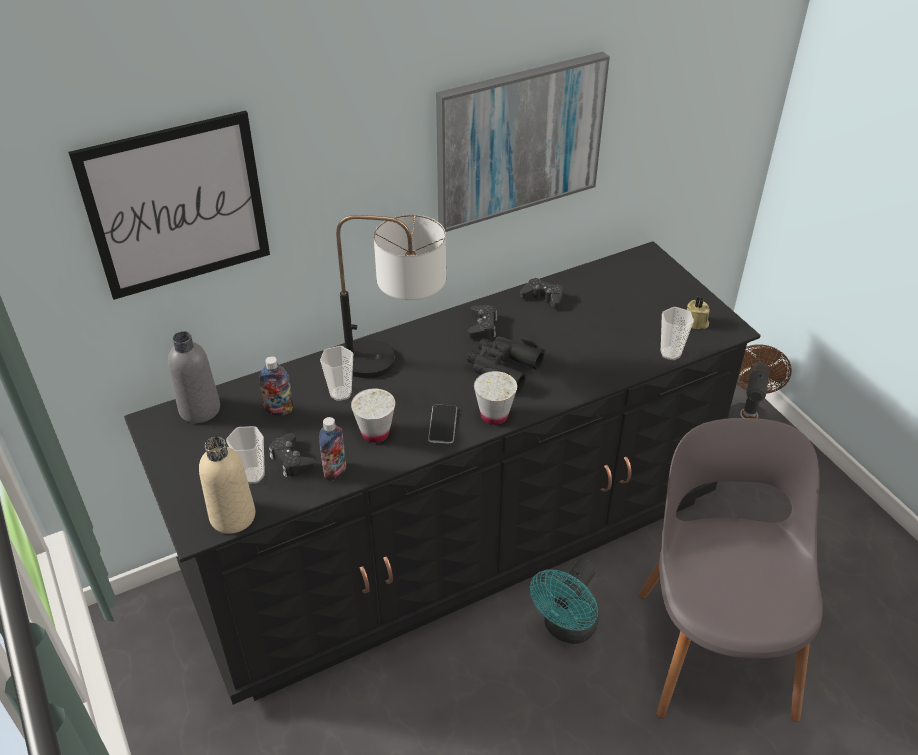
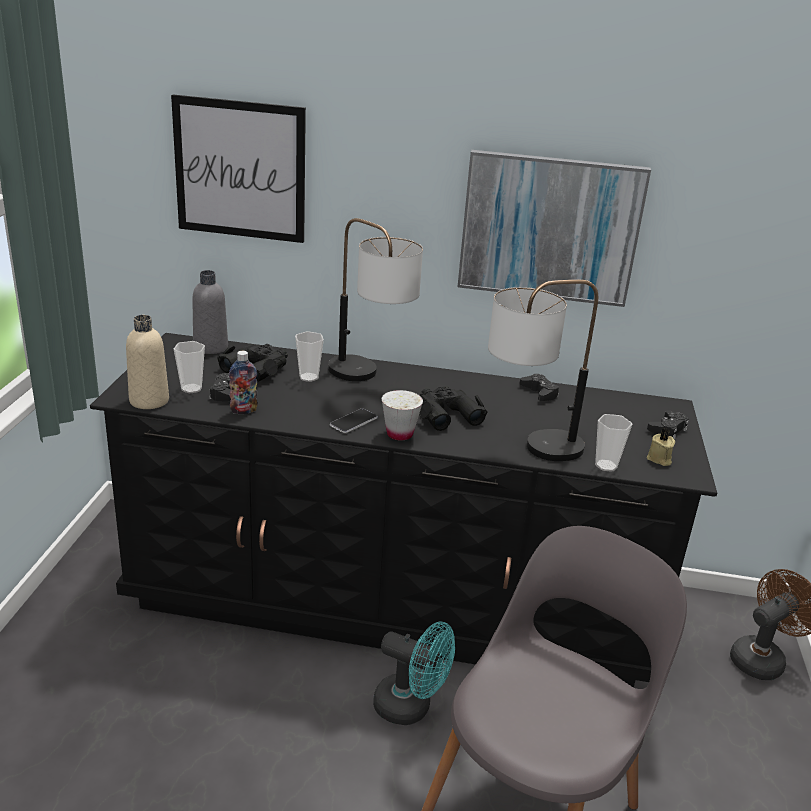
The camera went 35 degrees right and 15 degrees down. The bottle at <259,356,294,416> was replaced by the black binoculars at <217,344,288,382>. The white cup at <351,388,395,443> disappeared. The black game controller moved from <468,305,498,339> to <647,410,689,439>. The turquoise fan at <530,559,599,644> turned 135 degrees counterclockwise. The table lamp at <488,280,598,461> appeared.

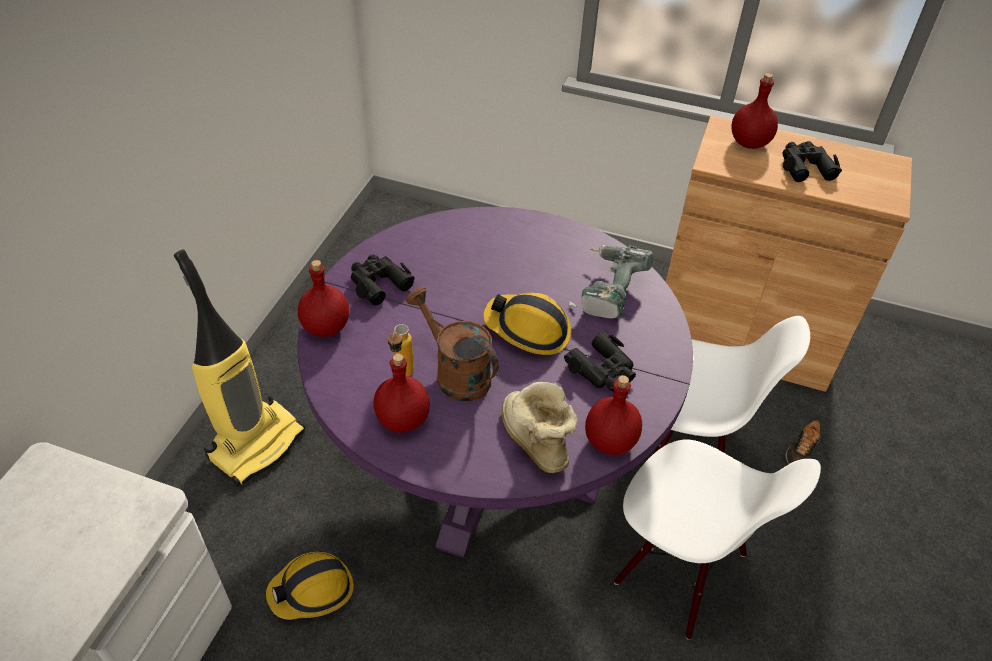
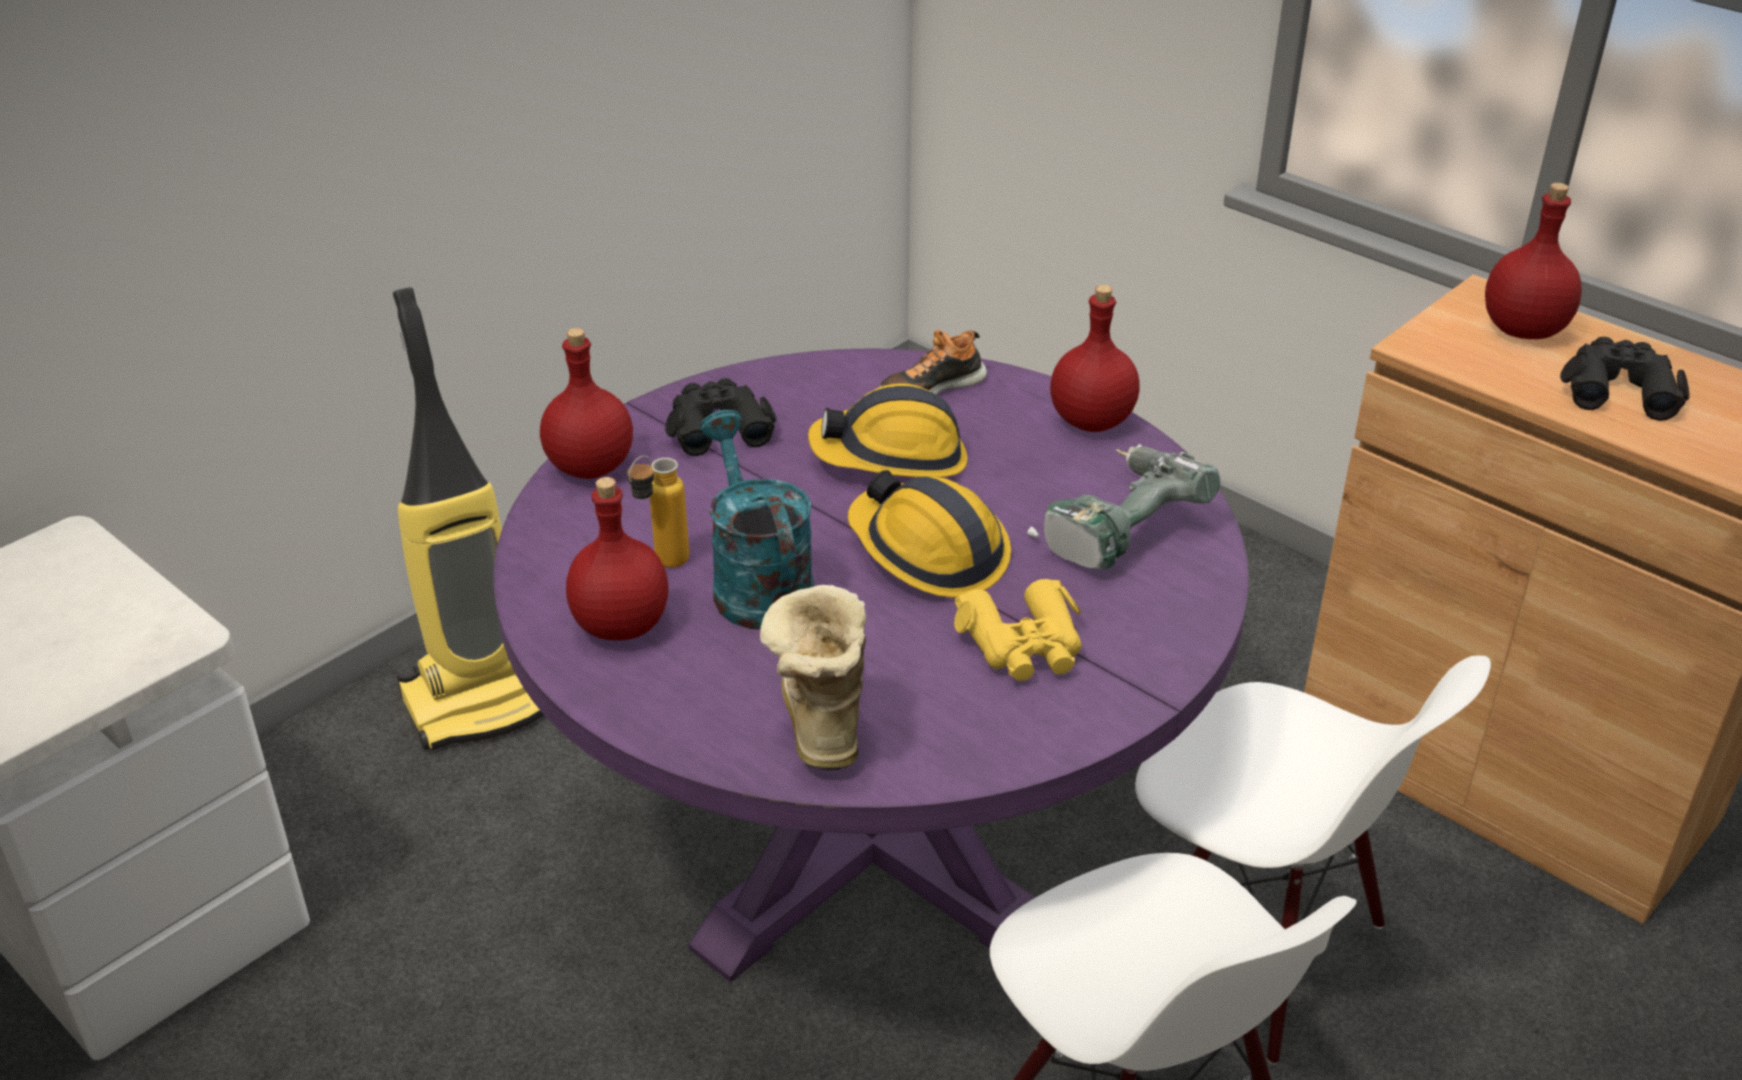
The camera went 25 degrees right and 10 degrees down. The hard hat moved from <266,552,354,620> to <808,383,968,478>. The brown watering can at <406,287,499,401> became the turquoise watering can at <700,410,814,630>. The black binoculars at <564,332,636,391> became the yellow binoculars at <954,579,1082,681>. The red bottle moved from <585,375,642,455> to <1050,285,1140,432>. The shoe moved from <786,420,821,464> to <879,330,987,395>.

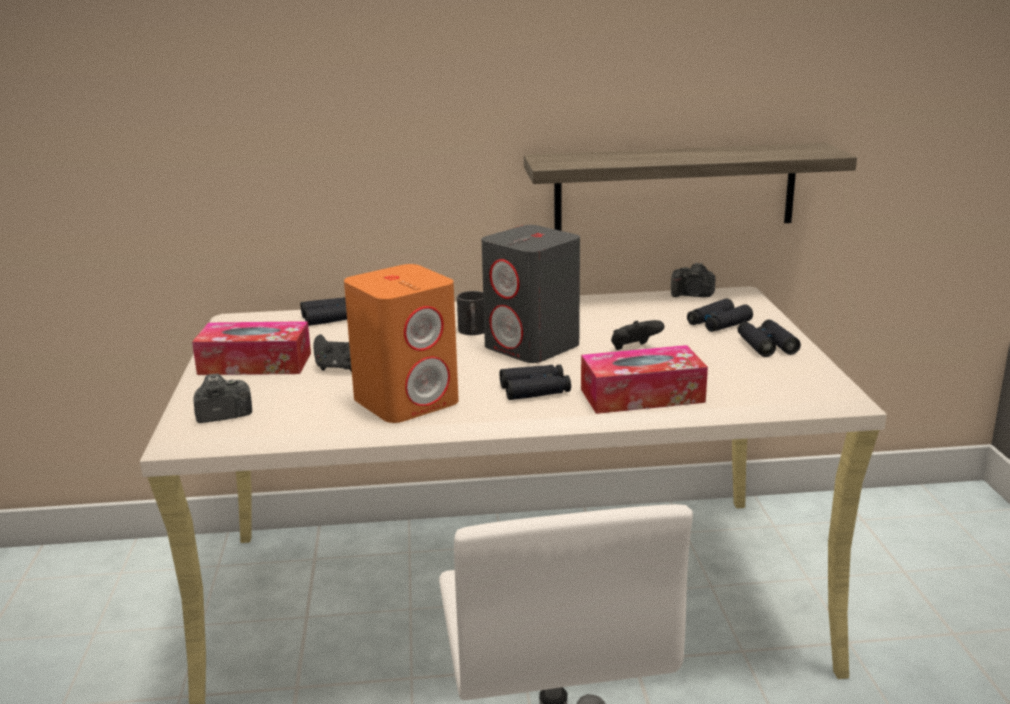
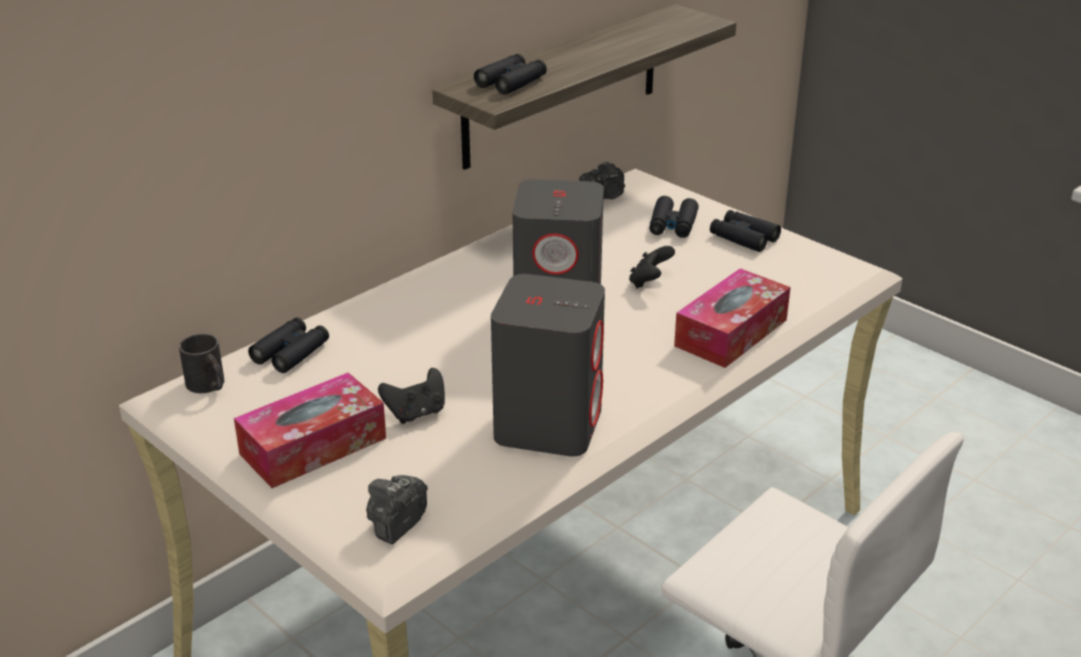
The camera went 40 degrees left and 10 degrees up. The orange speaker at <344,264,459,423> became the grey speaker at <491,274,605,457>. The black mug moved from <457,291,484,335> to <179,334,224,393>. The black binoculars moved from <500,365,571,400> to <474,54,547,95>.

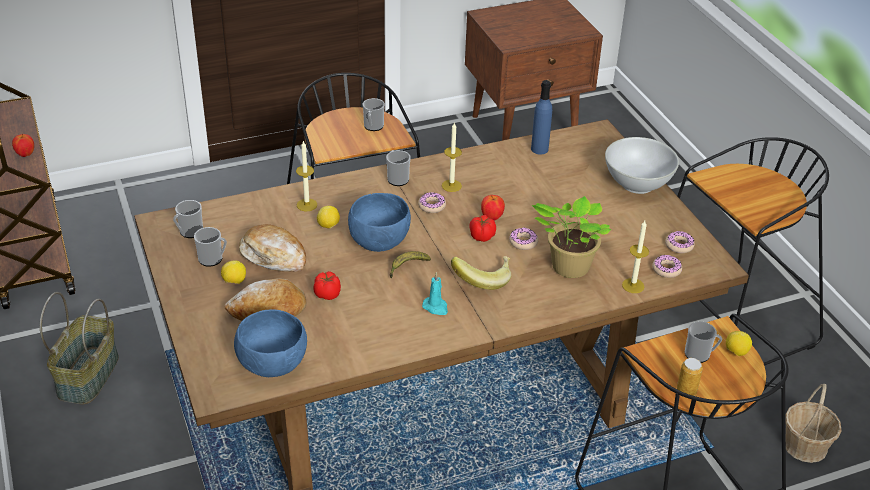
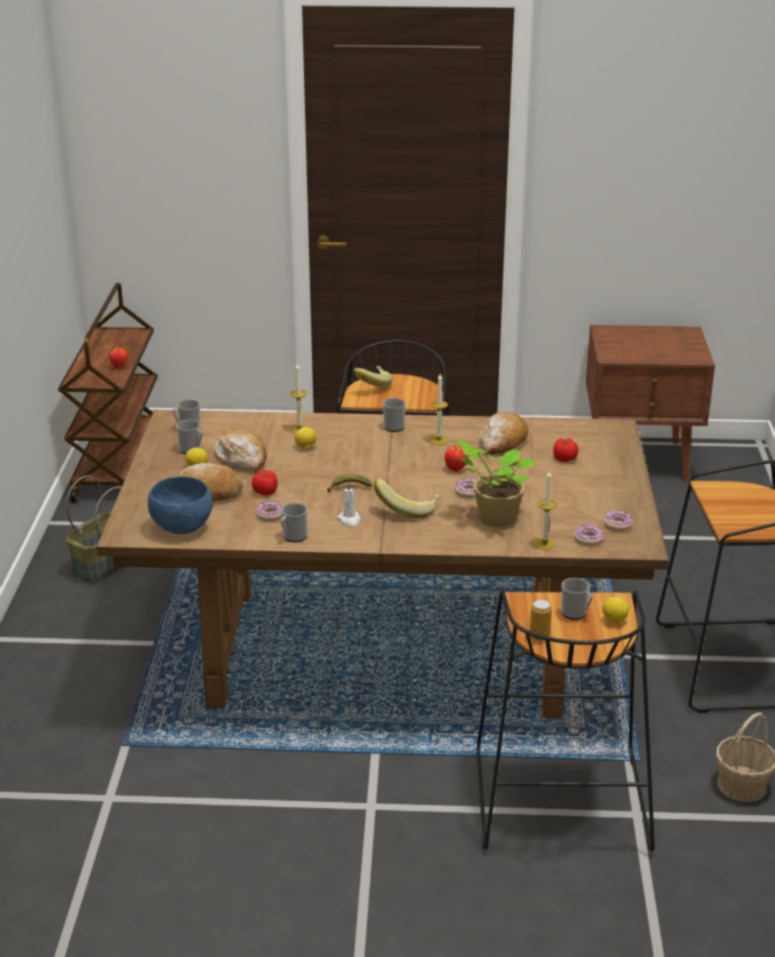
The camera went 25 degrees right and 10 degrees down. The blue bowl at <348,193,411,252> disappeared. The mug moved from <363,98,385,131> to <281,503,308,542>. The donut moved from <418,192,446,213> to <255,501,283,521>. The turquoise candle at <422,272,448,315> became the white candle at <337,482,361,527>. The tomato moved from <469,215,496,242> to <553,438,578,462>. The blue bottle at <531,80,552,154> disappeared. The white bowl at <605,137,679,194> disappeared. The banana at <353,366,393,387> appeared. The bread at <480,412,529,454> appeared.

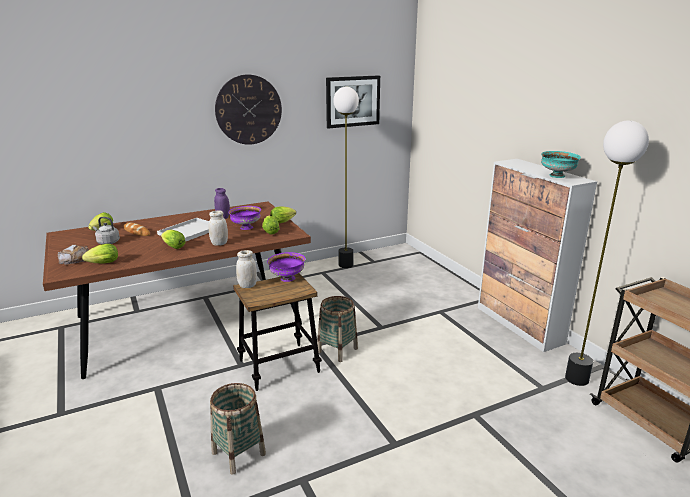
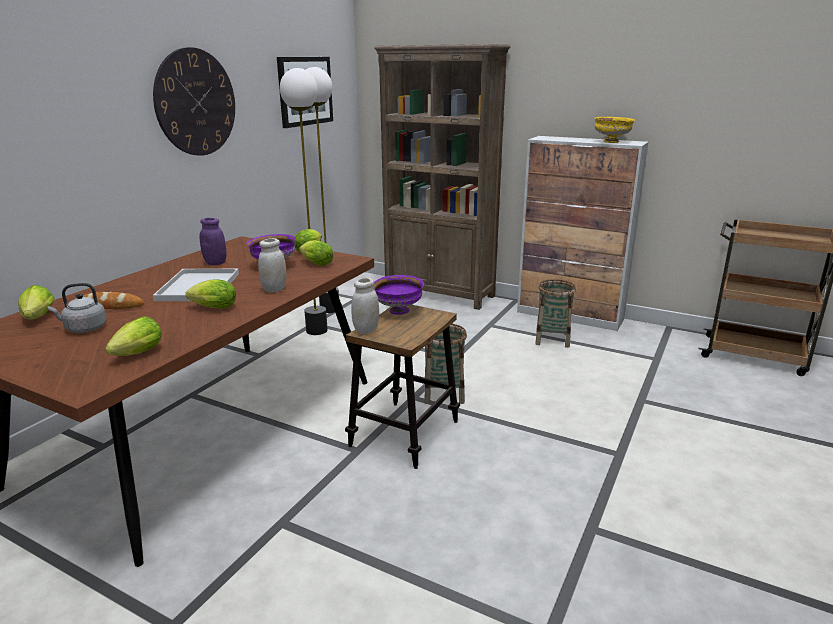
The camera went 35 degrees left and 0 degrees up. The bread at <58,245,89,265> disappeared. The basket moved from <210,383,266,475> to <535,279,576,348>. The turquoise bowl at <541,151,581,178> became the yellow bowl at <595,117,635,143>. The floor lamp moved from <565,120,649,386> to <280,68,328,335>. The brown bookcase at <374,44,511,310> appeared.

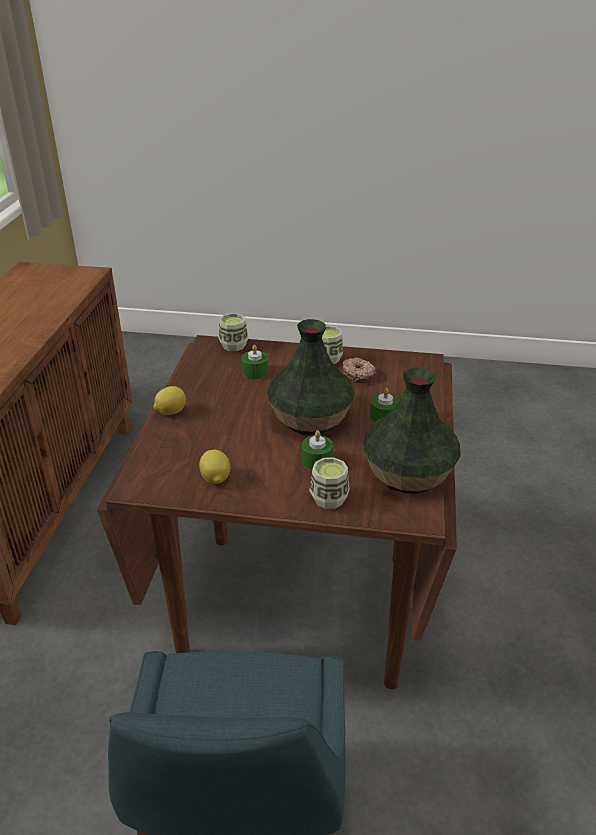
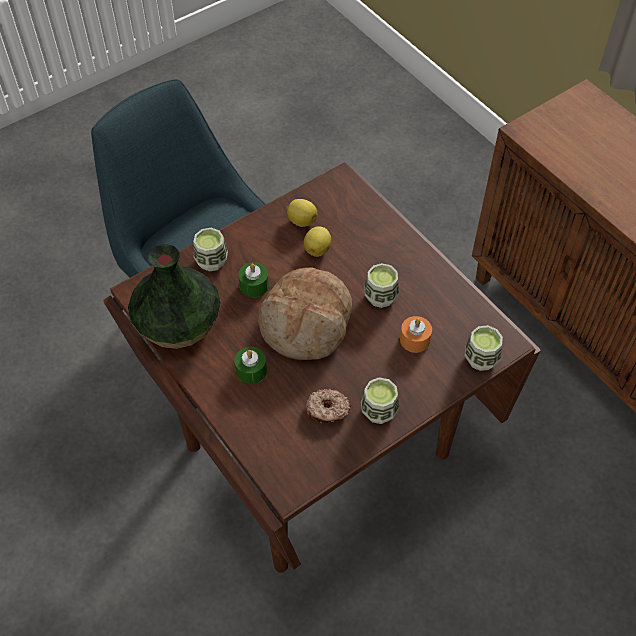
The camera went 135 degrees right and 20 degrees up. The lemon moved from <153,386,186,415> to <304,226,331,257>. The green candle at <242,345,269,379> became the orange candle at <400,316,432,353>. The vase at <266,319,355,435> was replaced by the bread at <258,267,352,360>. The cup at <364,263,399,308> appeared.

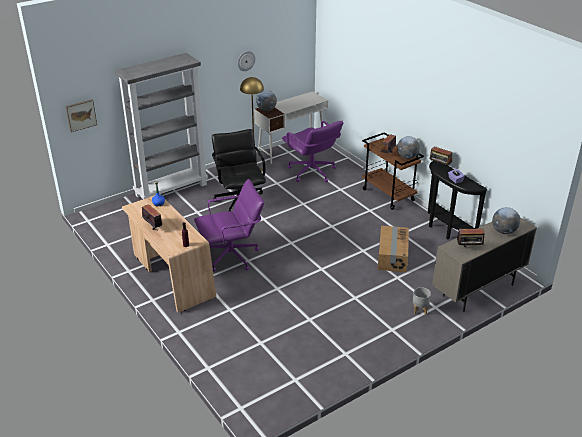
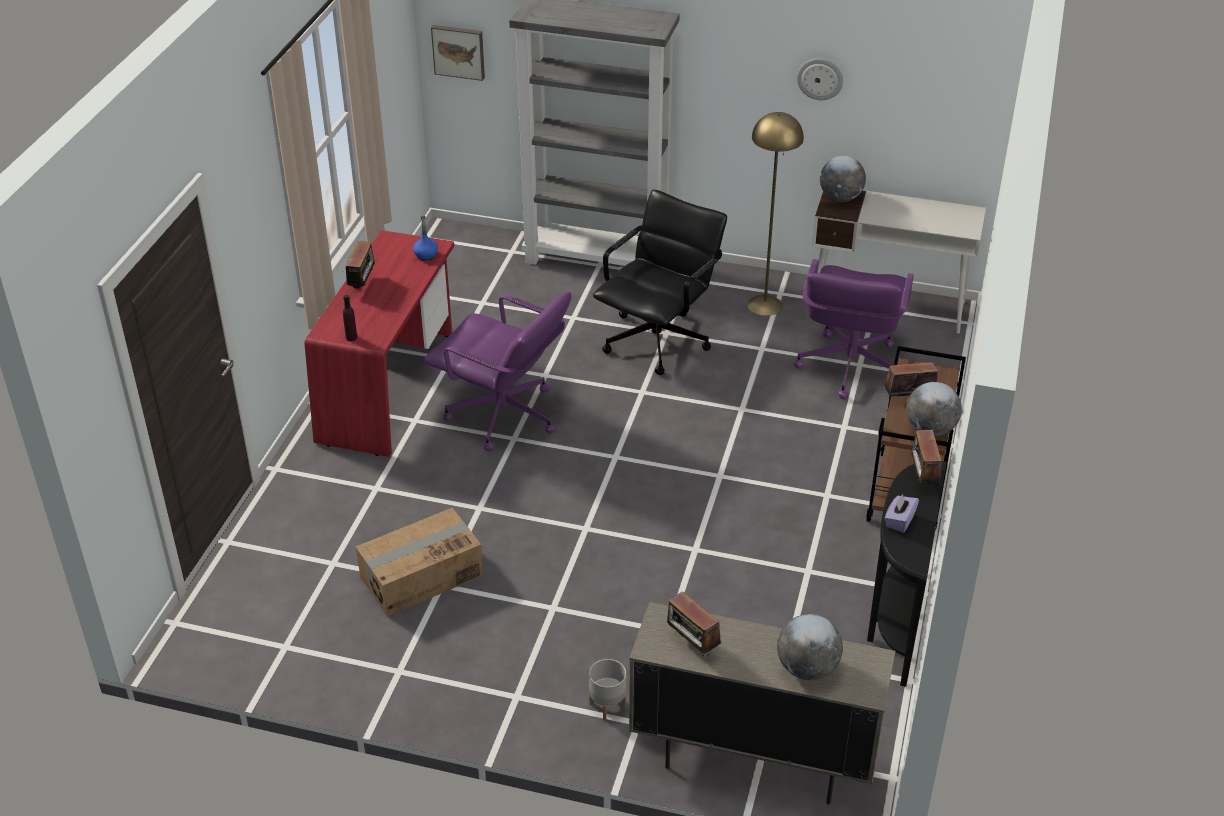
The camera went 50 degrees right and 5 degrees up. The beige desk at <122,194,216,313> became the red desk at <305,230,454,457>. The cardboard box moved from <378,226,409,272> to <356,508,483,616>.

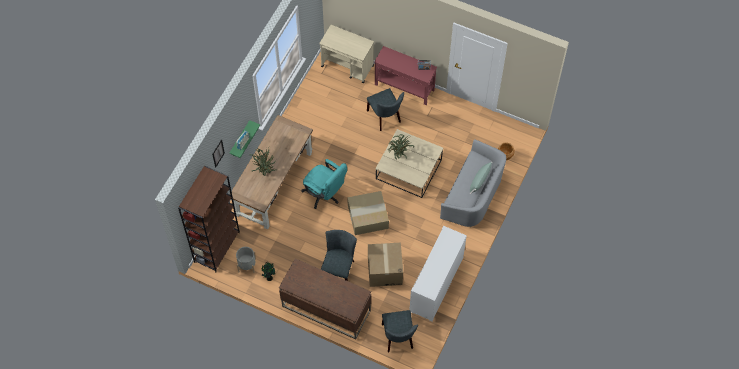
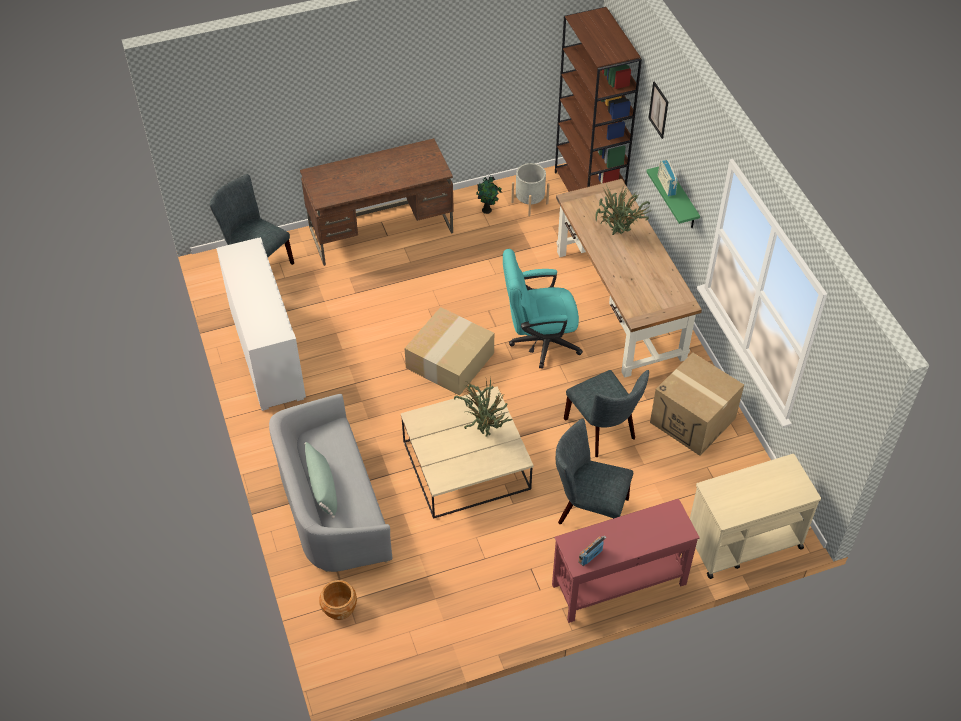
The camera went 135 degrees right and 10 degrees down. The grey chair moved from <321,230,357,281> to <564,370,649,457>. The cardboard box moved from <368,243,403,287> to <650,353,744,456>.

